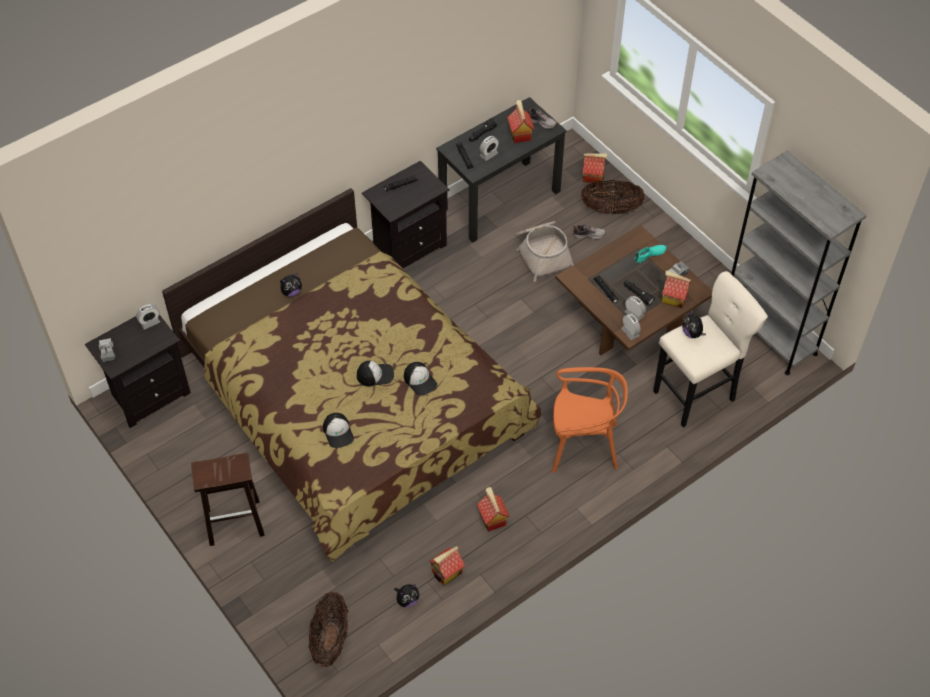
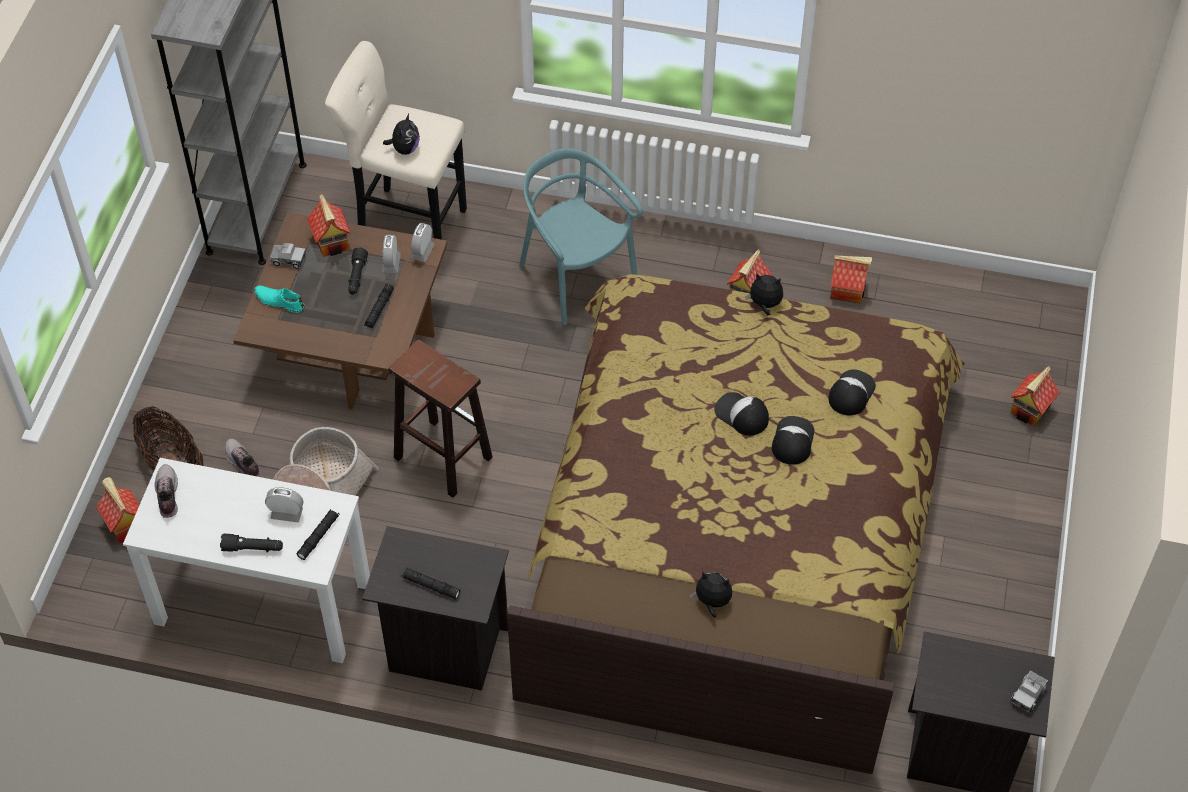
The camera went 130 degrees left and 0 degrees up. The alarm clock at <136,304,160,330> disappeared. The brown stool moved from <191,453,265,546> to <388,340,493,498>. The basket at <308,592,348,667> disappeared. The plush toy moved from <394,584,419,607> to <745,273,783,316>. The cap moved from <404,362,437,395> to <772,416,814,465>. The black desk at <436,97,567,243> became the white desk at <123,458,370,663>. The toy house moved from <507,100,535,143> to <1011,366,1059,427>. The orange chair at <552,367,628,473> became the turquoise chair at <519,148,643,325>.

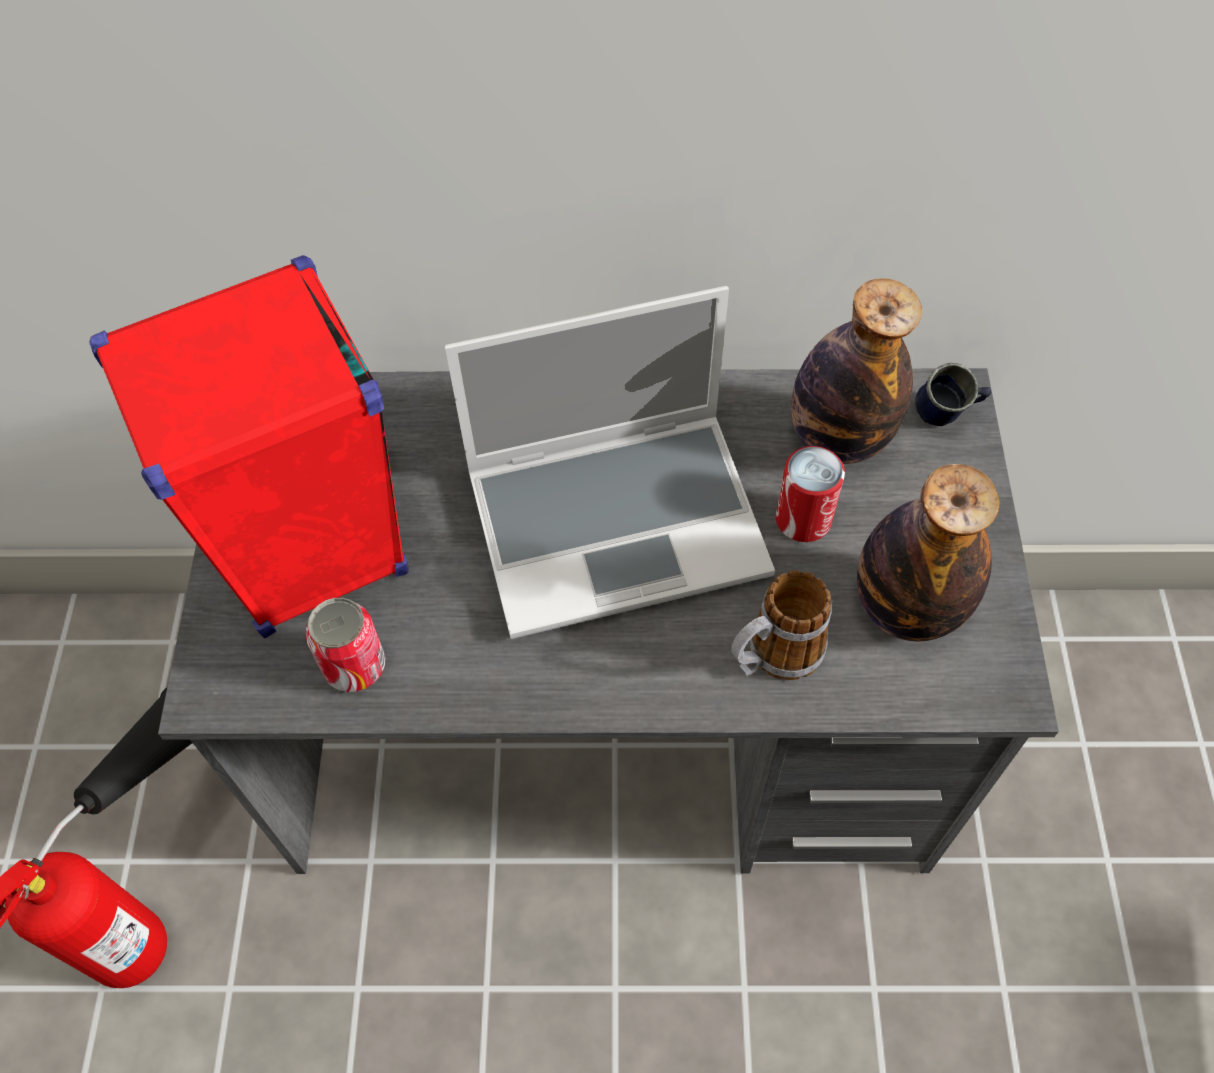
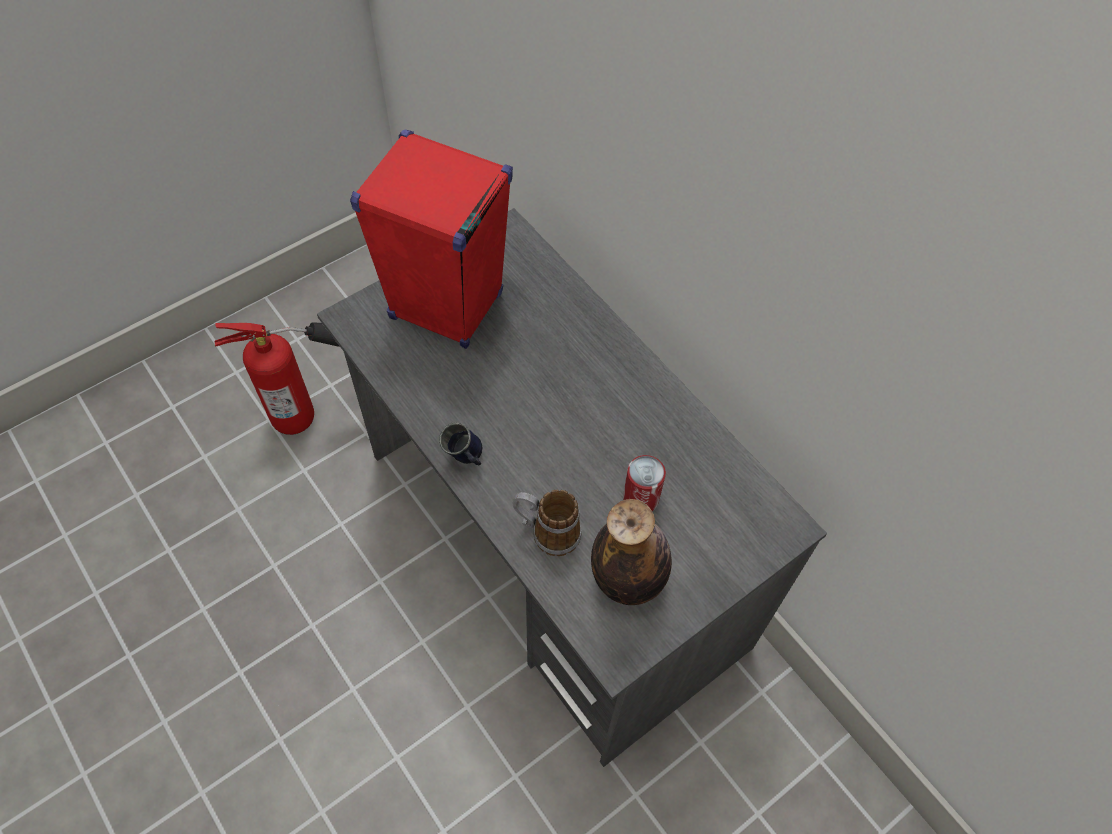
The camera went 50 degrees right and 0 degrees up. The can at <305,598,385,692> disappeared. The laptop at <445,286,775,639> disappeared. The bottle at <791,278,922,464> disappeared. The blue mug moved from <915,363,992,426> to <439,422,482,465>.

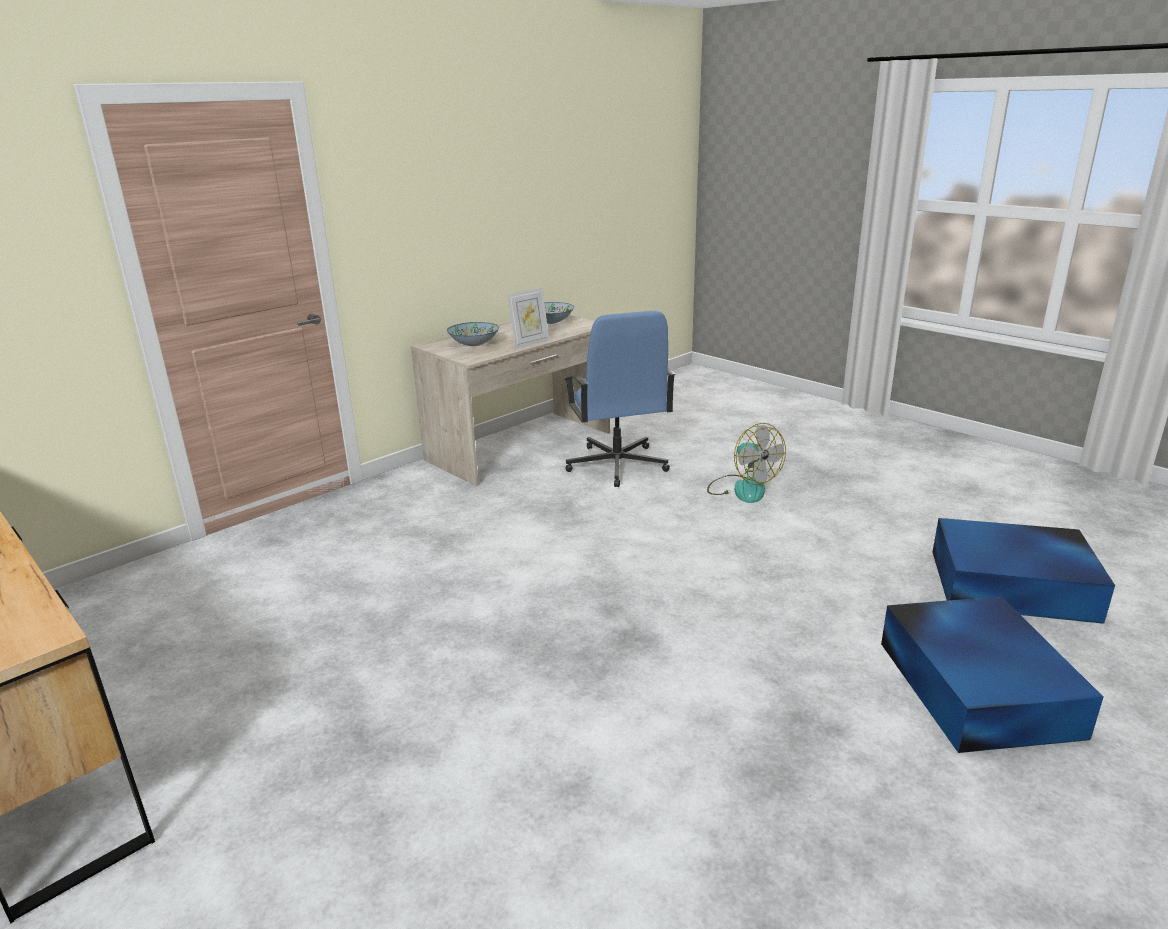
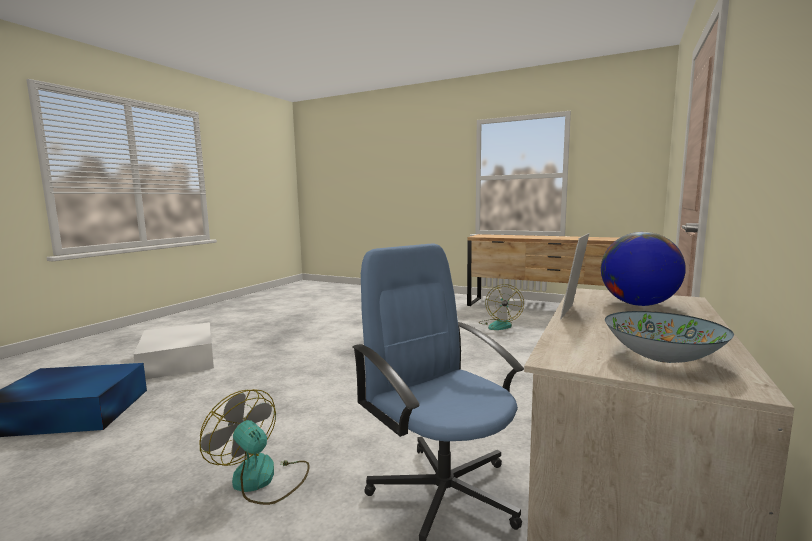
The camera went 160 degrees right and 15 degrees down. The bowl at <447,322,499,346> was replaced by the globe at <601,232,686,306>. The blue storage box at <881,596,1103,753> became the white storage box at <134,322,214,379>. The fan at <479,284,524,330> appeared.

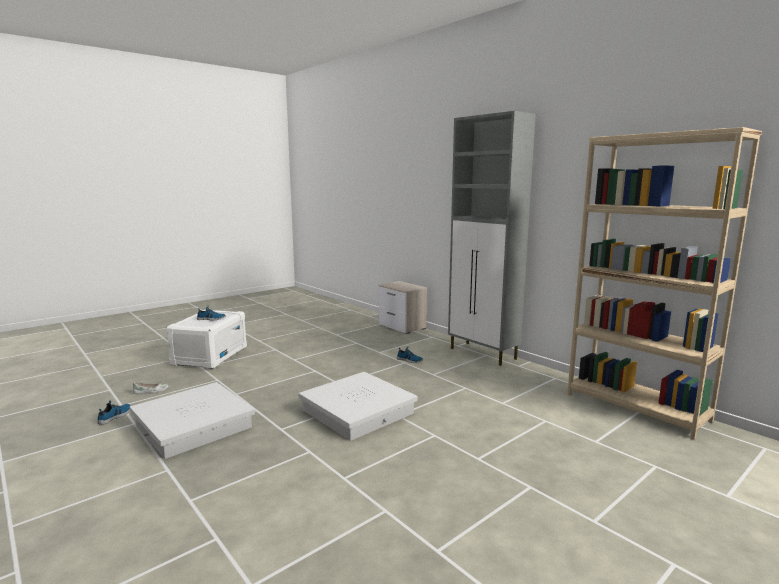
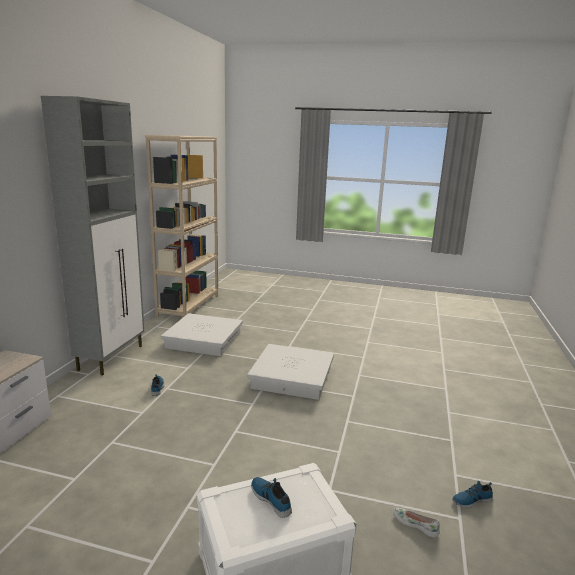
The camera went 125 degrees left and 5 degrees up. The white storage box moved from <130,382,255,459> to <161,313,243,356>.

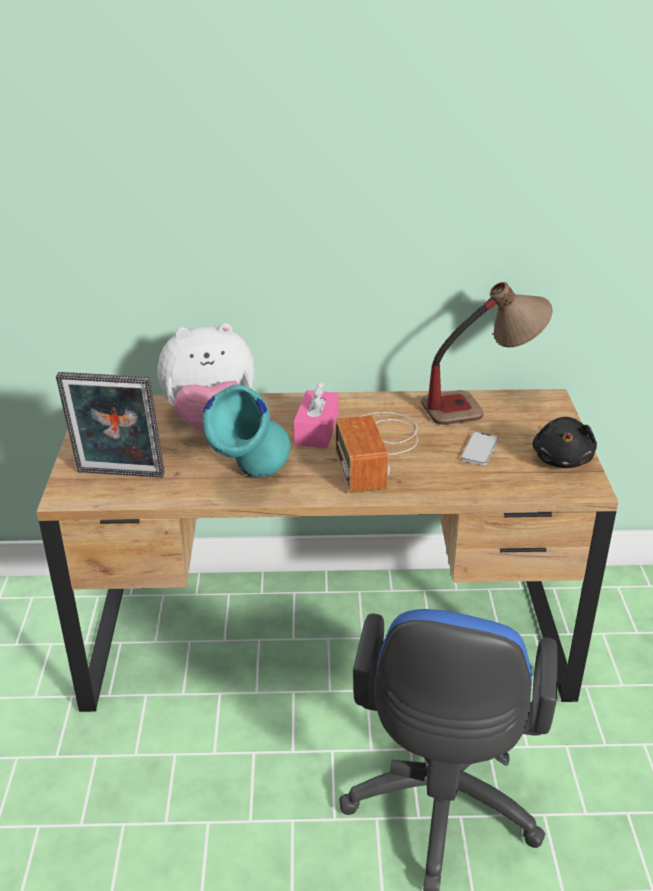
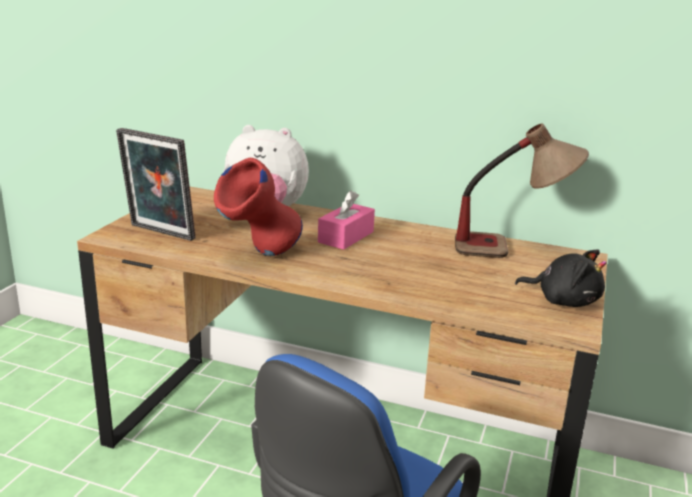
The camera went 20 degrees right and 10 degrees down. The turquoise vase at <202,384,291,478> became the red vase at <214,158,303,256>. The radio at <336,412,418,493> disappeared. The phone at <461,432,498,465> disappeared. The black plush toy at <532,417,597,468> turned 90 degrees counterclockwise.

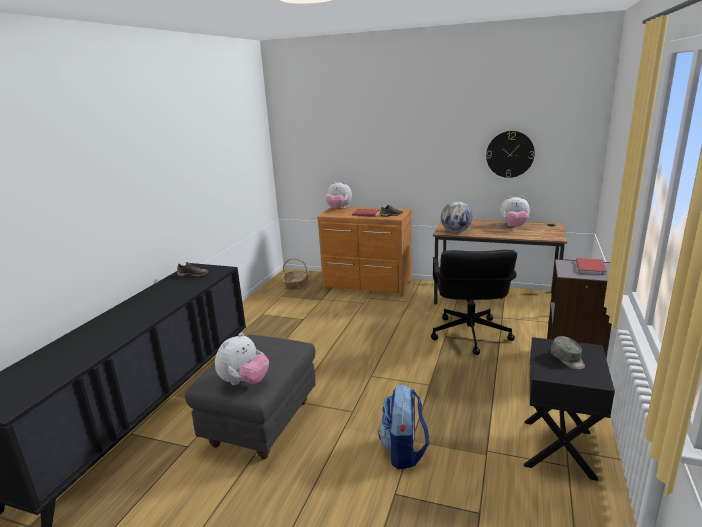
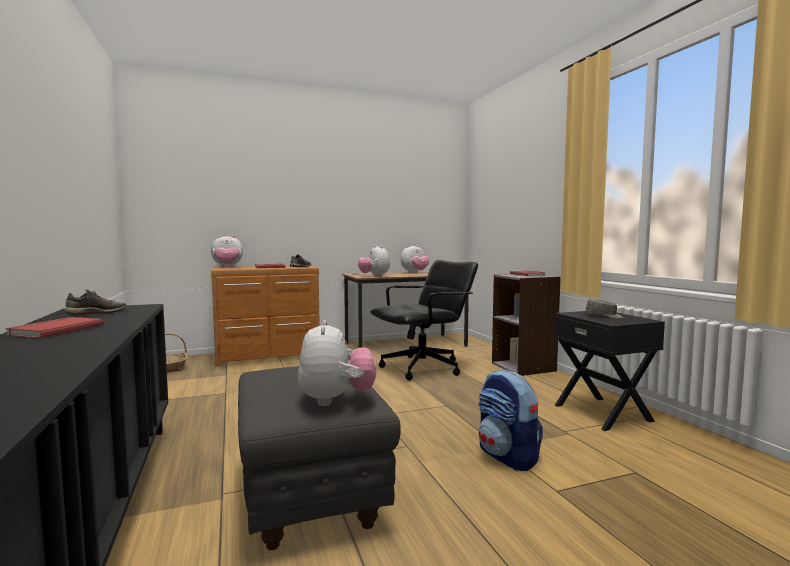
The camera went 40 degrees left and 15 degrees down. The black office chair at <431,250,517,355> turned 90 degrees counterclockwise. The globe at <441,201,472,233> was replaced by the plush toy at <358,245,390,277>. The wall clock at <486,131,535,178> disappeared. The red book at <5,317,104,338> appeared.

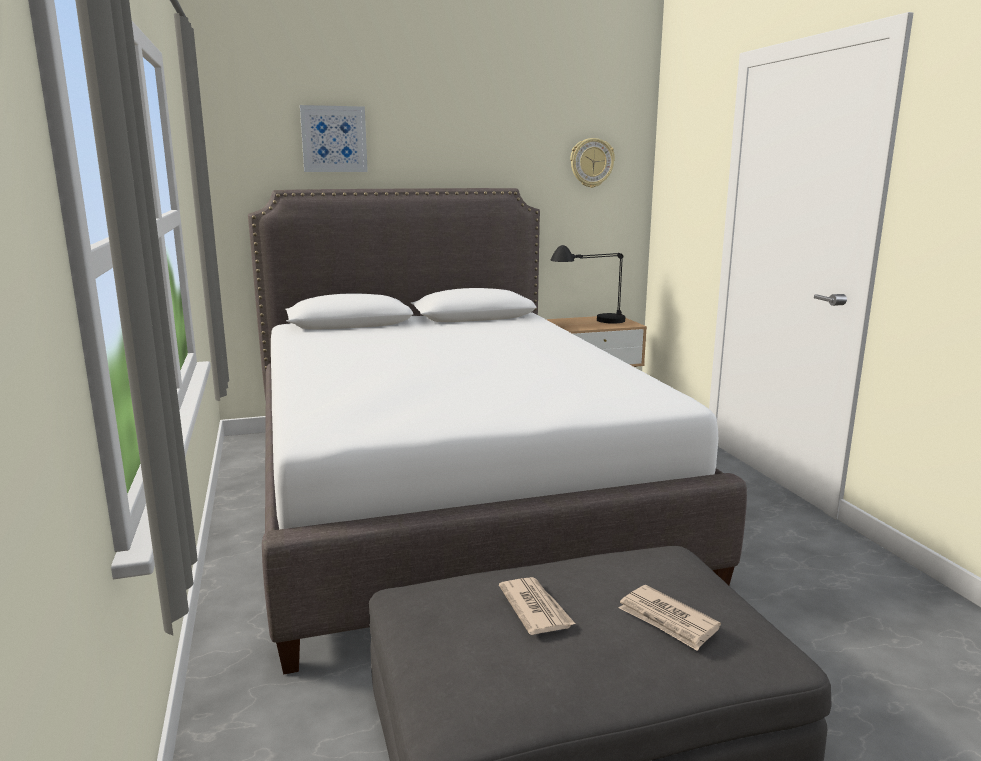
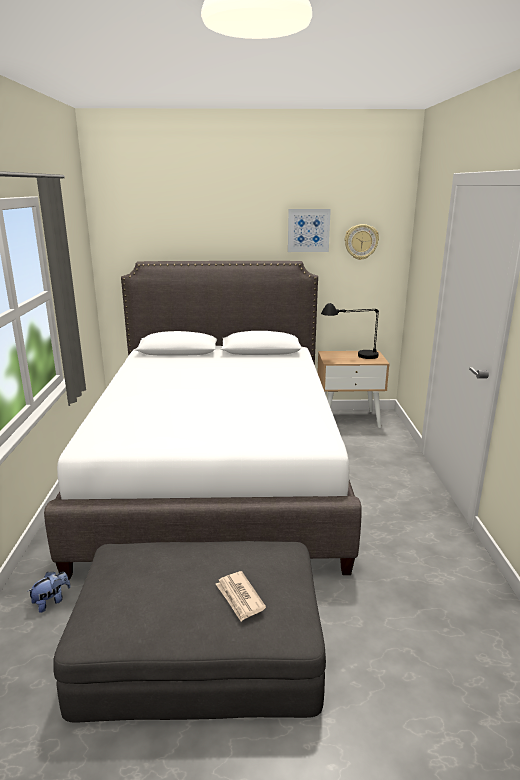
The camera went 15 degrees right and 5 degrees up. The picture moved from <300,105,368,172> to <288,209,331,252>. The newspaper at <499,577,575,635> disappeared. The plush toy at <27,572,71,613> appeared.

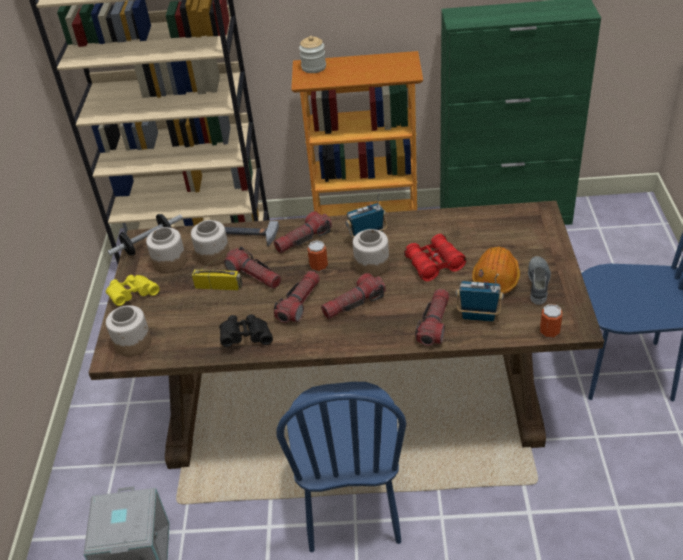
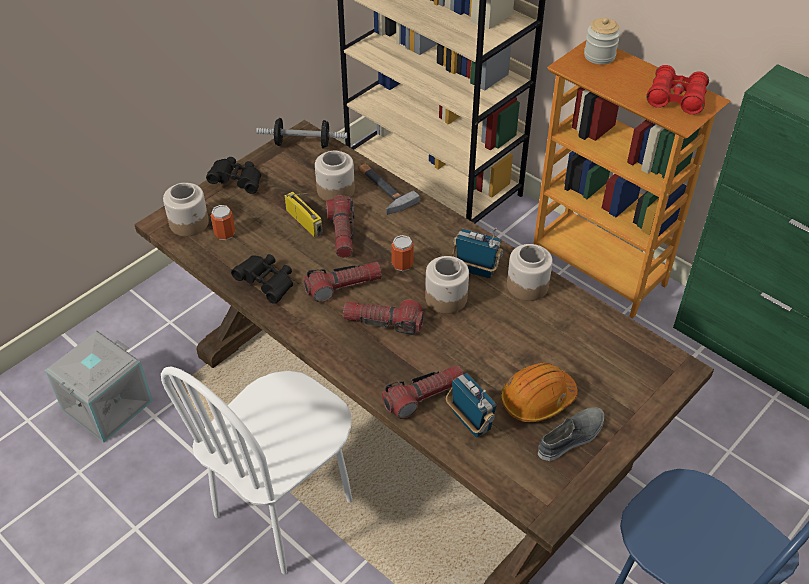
The camera went 40 degrees right and 5 degrees up. The yellow binoculars at <106,275,160,306> became the black binoculars at <206,157,261,194>. The jar moved from <146,227,187,273> to <507,244,553,301>. The flashlight at <274,211,332,253> disappeared. The blue chair at <276,382,407,552> became the white chair at <161,367,352,574>. The red binoculars moved from <404,234,466,282> to <646,65,709,115>. The can moved from <540,304,562,338> to <211,205,235,240>.

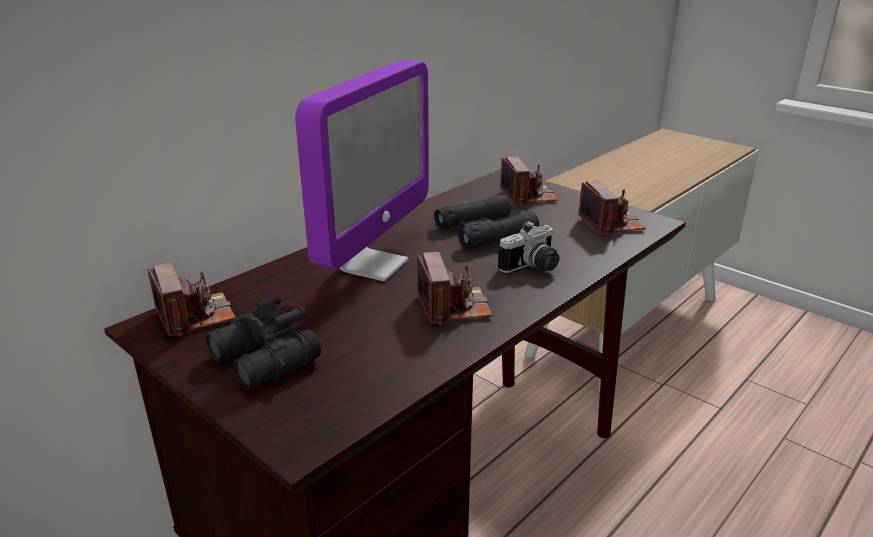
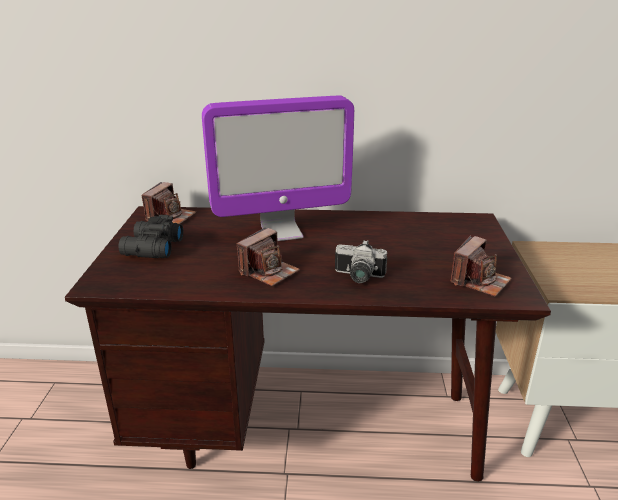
The camera went 50 degrees right and 0 degrees up. The black binoculars at <434,194,540,249> disappeared. The photo camera at <500,156,558,205> disappeared.

